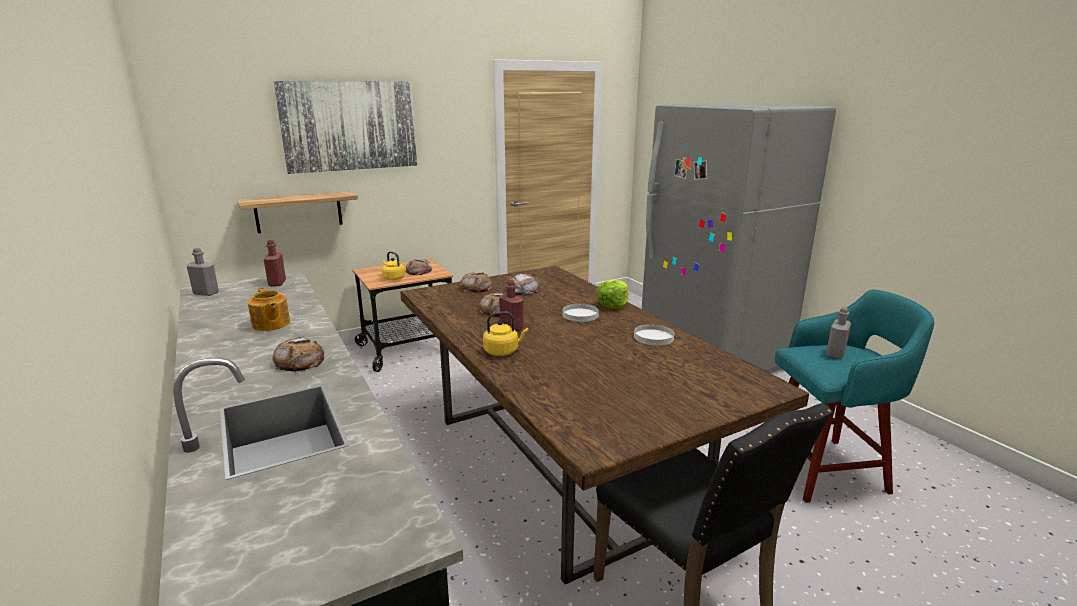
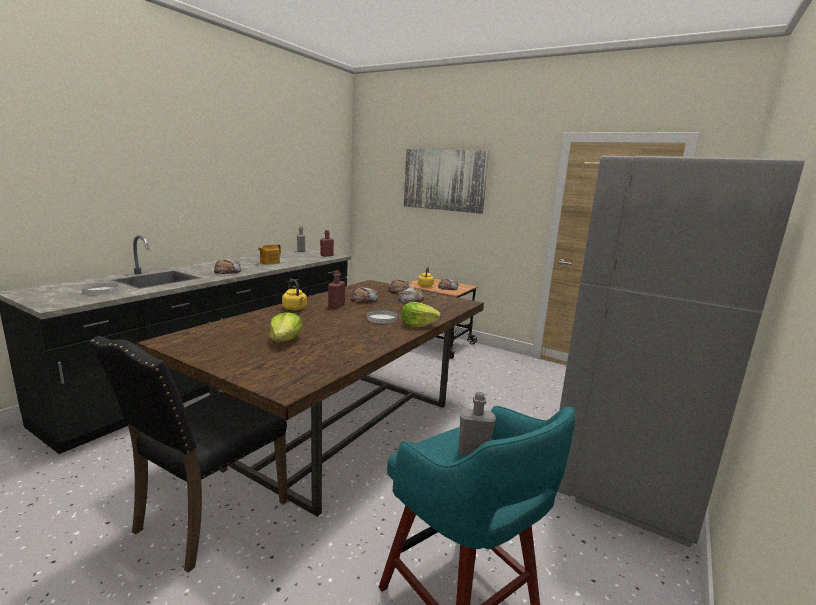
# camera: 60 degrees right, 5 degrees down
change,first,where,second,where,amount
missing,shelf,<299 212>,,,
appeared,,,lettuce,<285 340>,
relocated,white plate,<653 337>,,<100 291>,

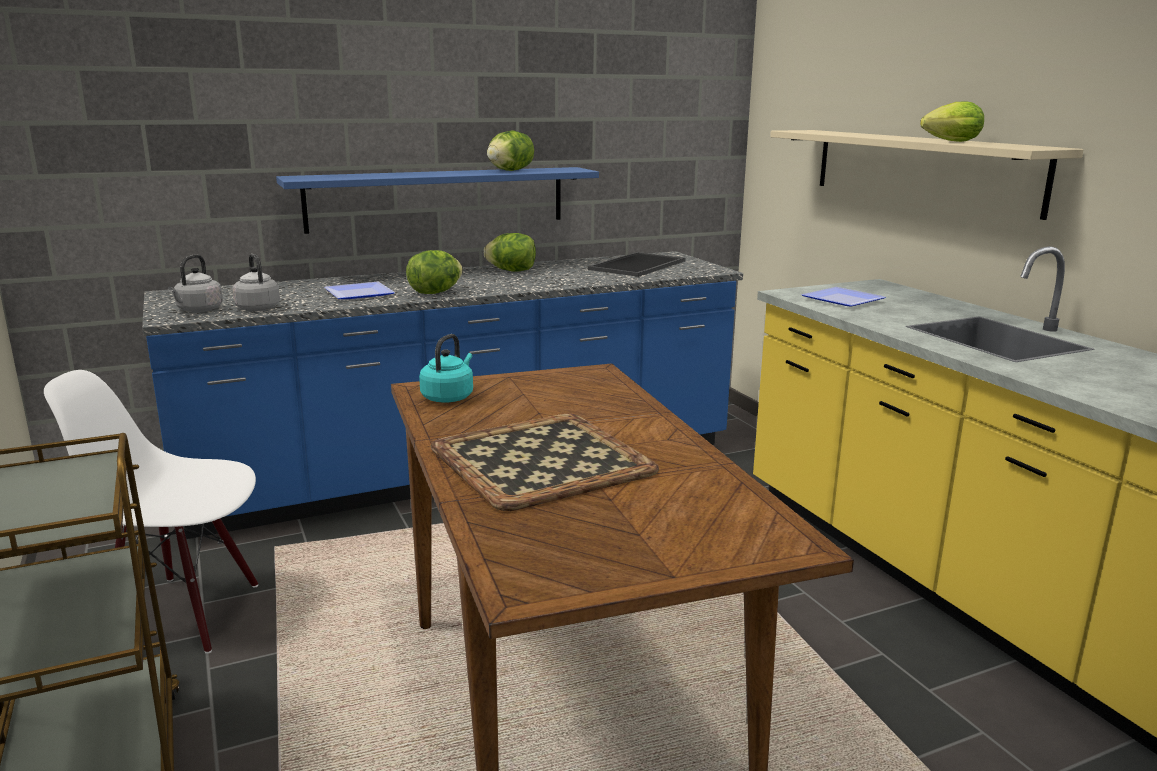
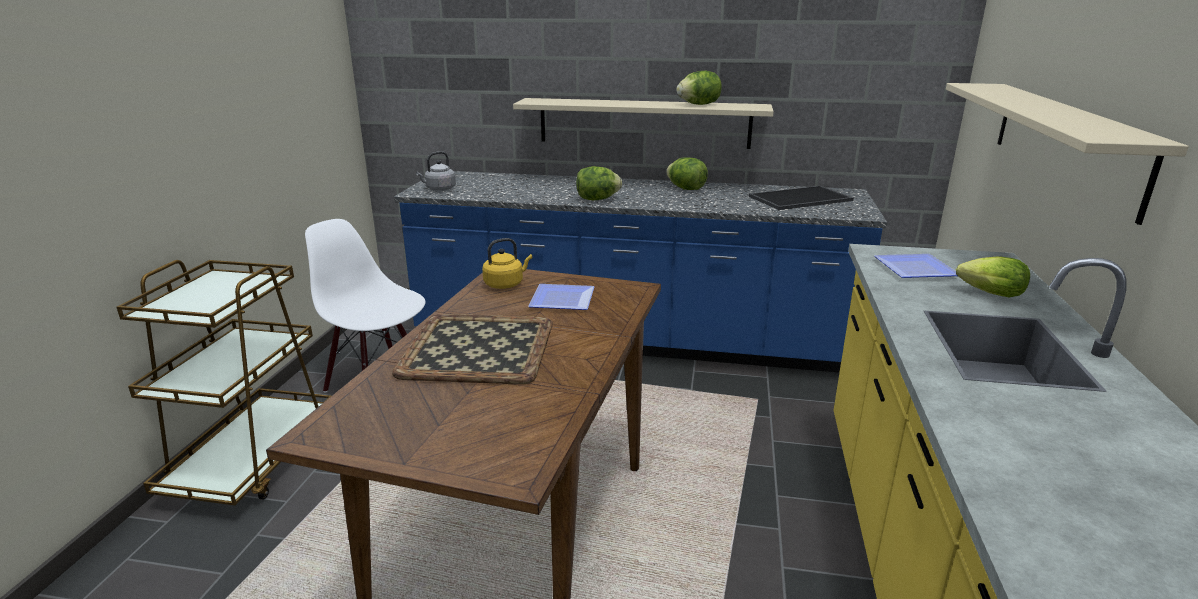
# camera: 35 degrees right, 5 degrees up
change,first,where,second,where,amount
missing,grey kettle,<257 307>,,,
relocated,plate,<361 293>,,<564 299>,
relocated,lettuce,<948 141>,,<987 293>,
colour,blue shelf,<438 198>,beige shelf,<644 123>,
colour,turquoise kettle,<449 397>,yellow kettle,<505 284>,

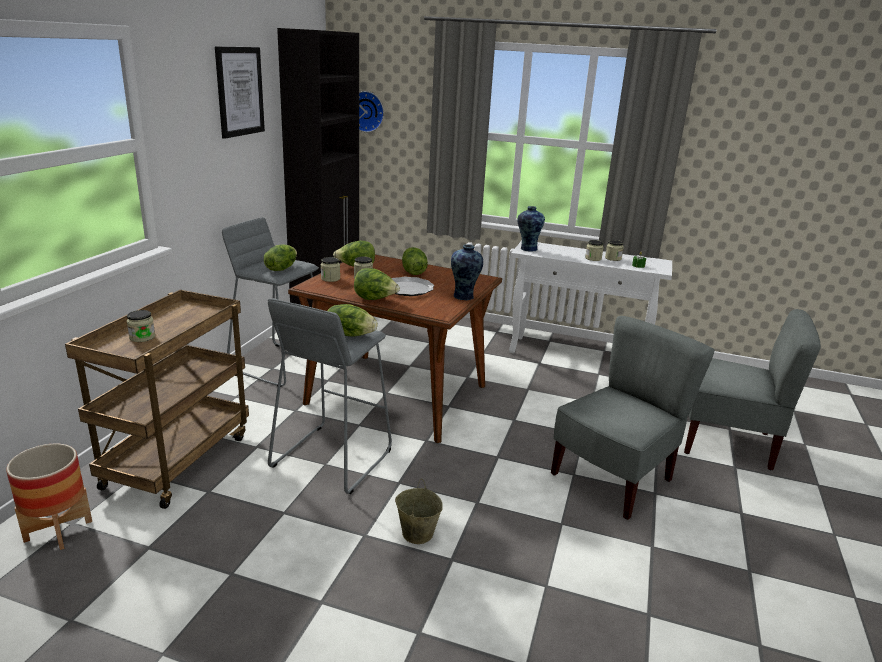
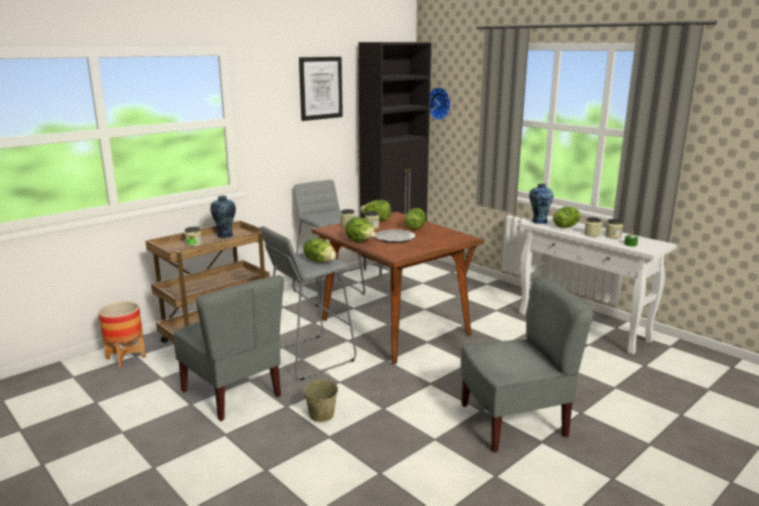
# camera: 30 degrees right, 5 degrees down
change,first,where,second,where,amount
relocated,lettuce,<281 268>,,<566 226>,
relocated,vase,<464 297>,,<225 236>,
relocated,grey chair,<727 442>,,<233 393>,

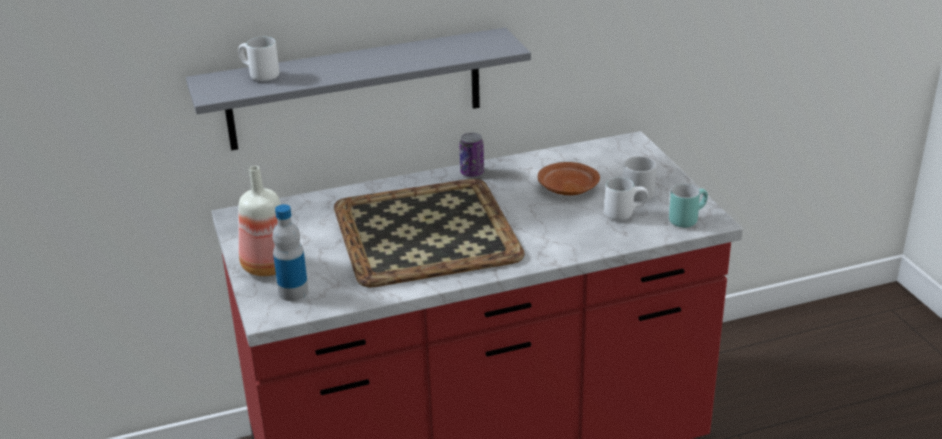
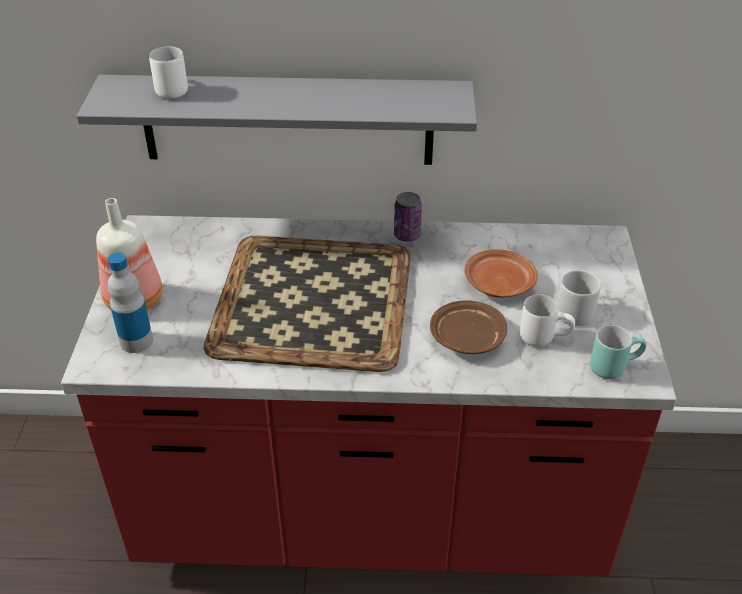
# camera: 20 degrees right, 10 degrees up
change,first,where,second,where,amount
appeared,,,brown plate,<466 338>,

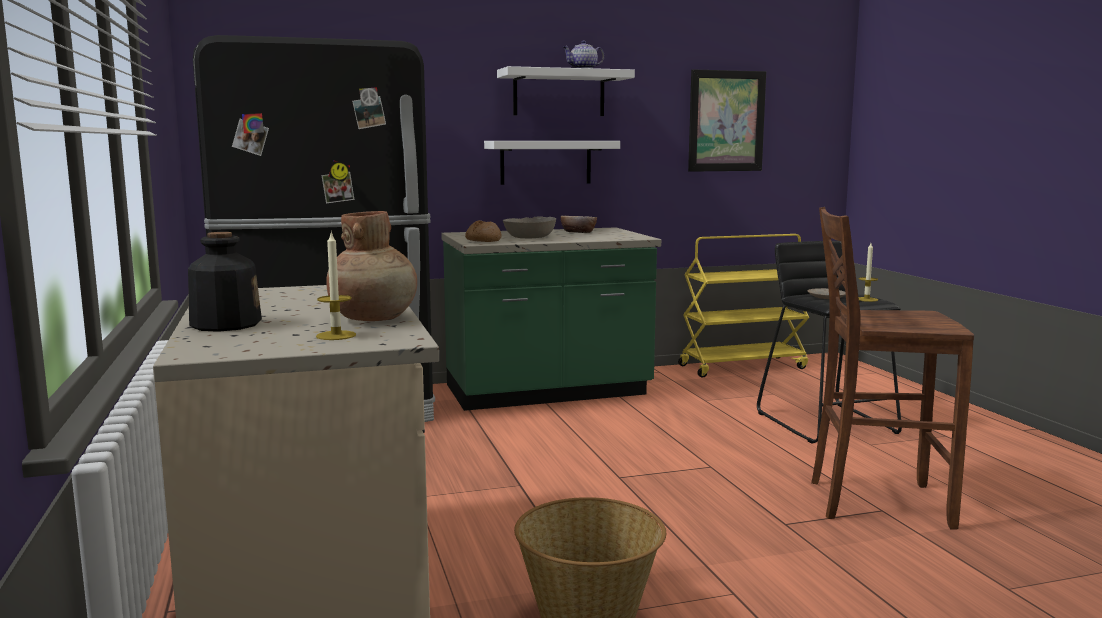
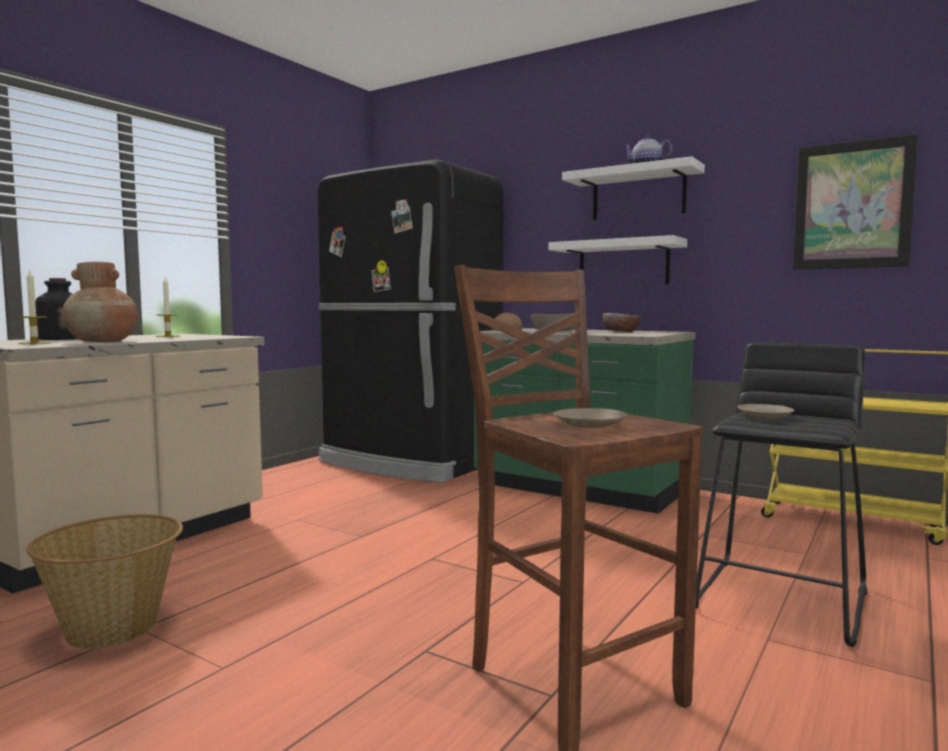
# camera: 50 degrees right, 5 degrees down
change,first,where,second,where,amount
appeared,,,beige plate,<590 425>,
relocated,candle,<866 299>,,<168 336>,

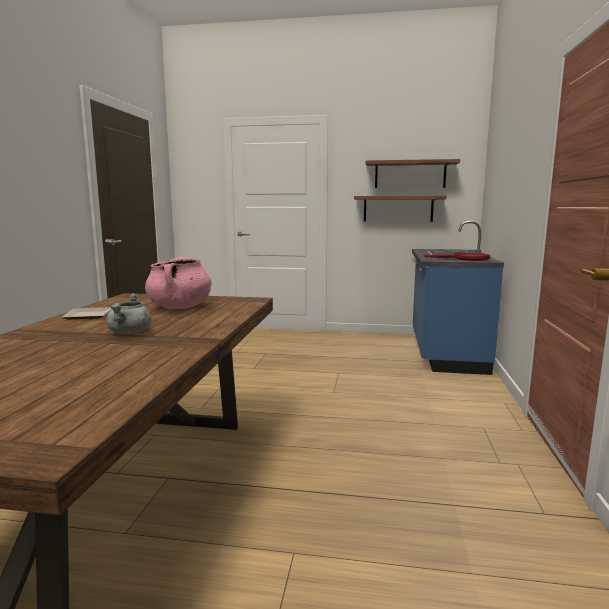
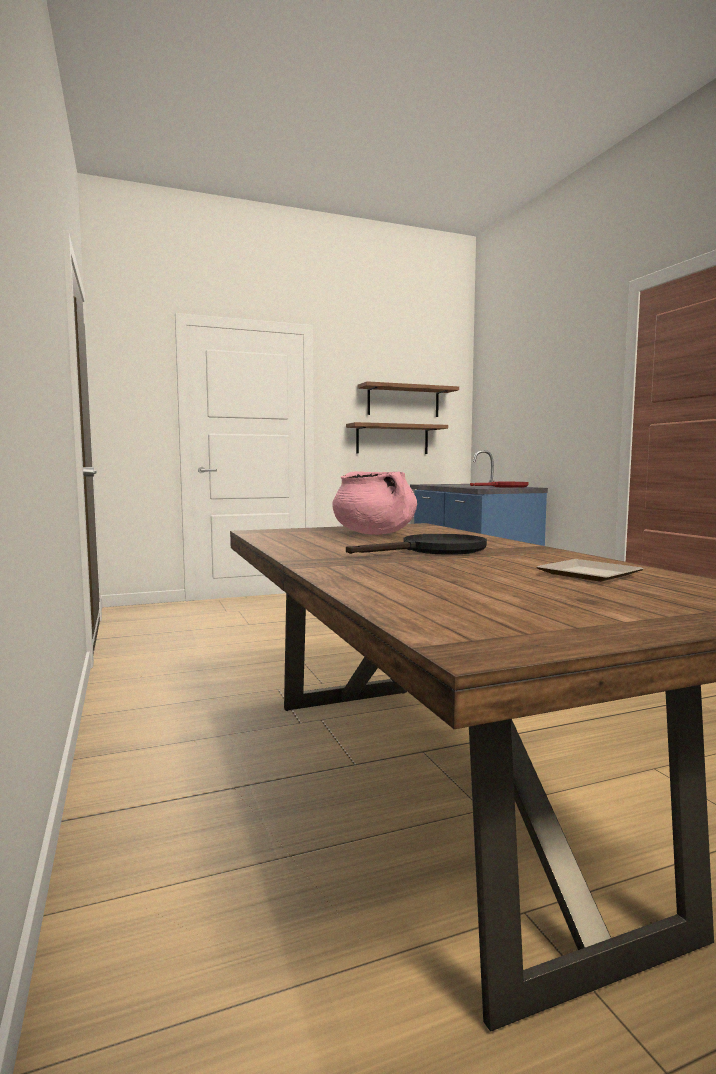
# camera: 30 degrees left, 5 degrees down
change,first,where,second,where,amount
relocated,plate,<89 316>,,<592 574>,
exchanged,grey cooking pot,<130 332>,black frying pan,<434 550>,

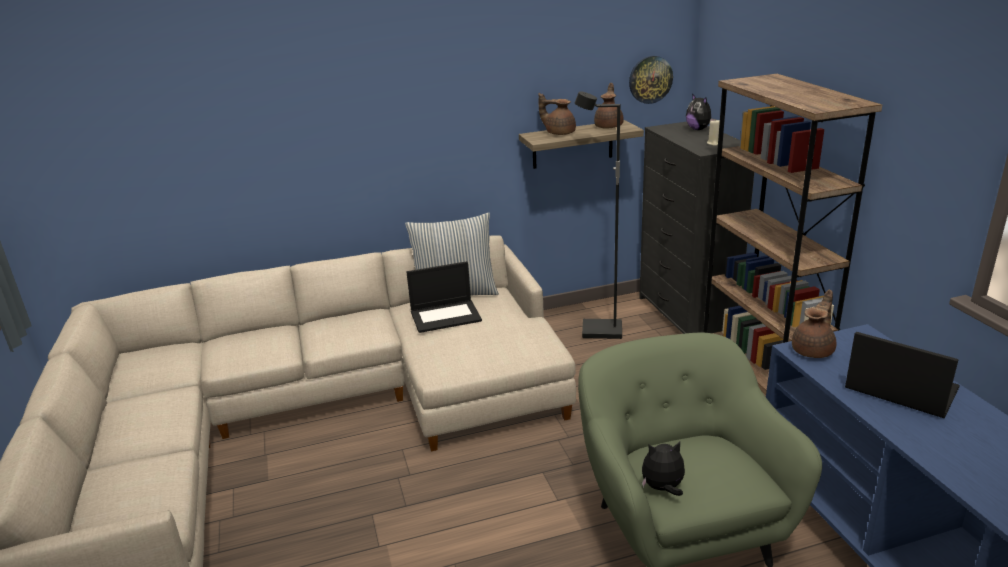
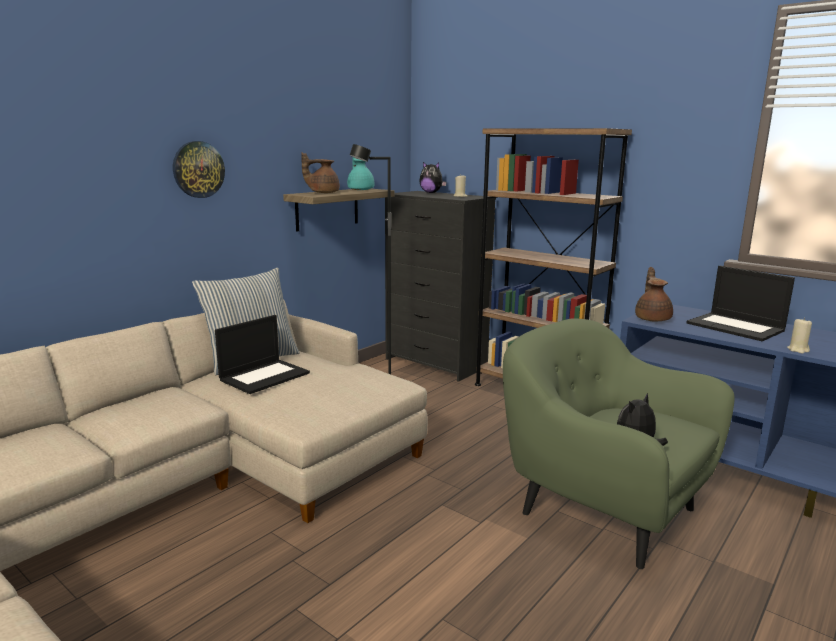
# camera: 35 degrees left, 10 degrees down
change,first,where,second,where,amount
appeared,,,beige candle,<798 350>,
relocated,wall clock,<650 79>,,<198 169>,
colour,brown teapot,<609 126>,turquoise teapot,<360 189>,
spun,laptop,<899 388>,,<736 327>,135 degrees counterclockwise

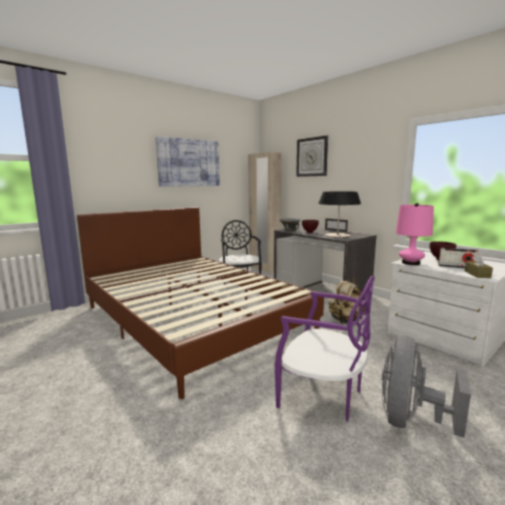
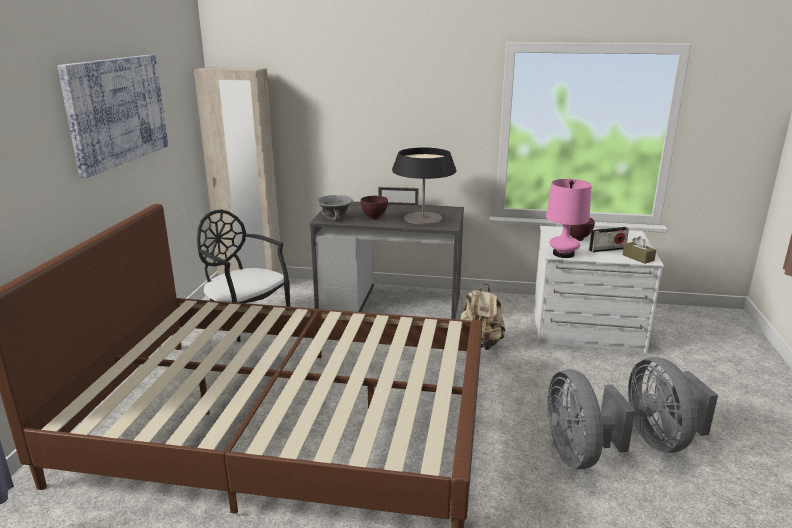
# camera: 40 degrees left, 10 degrees up
change,first,where,second,where,amount
missing,wall clock,<312 157>,,,
exchanged,purple chair,<323 395>,grey fan,<578 454>,

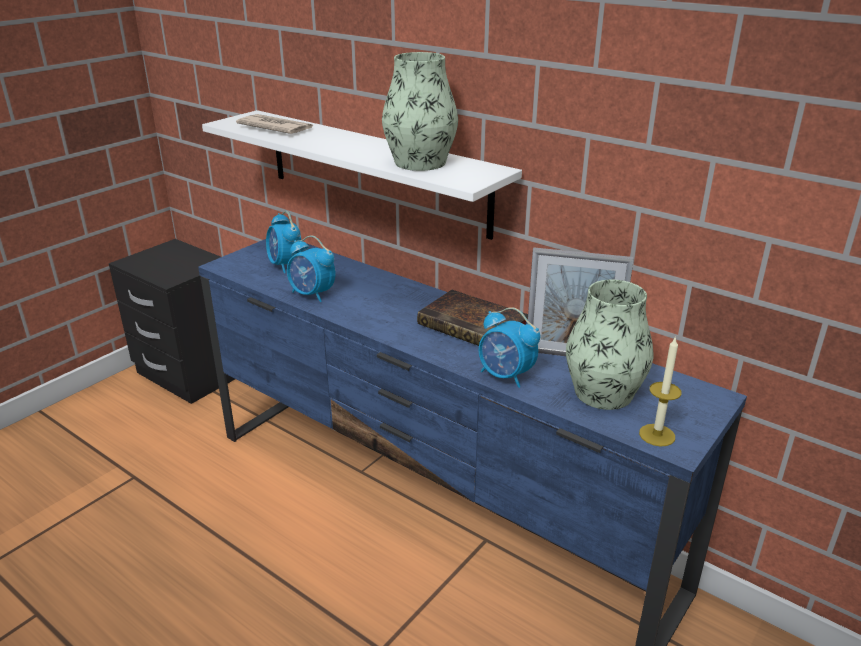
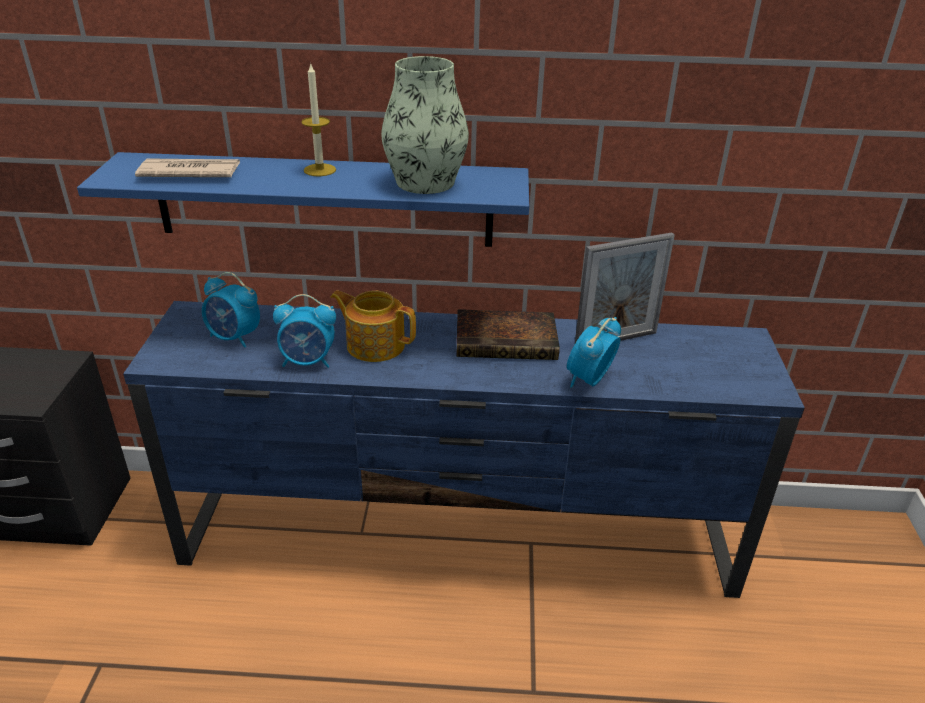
# camera: 35 degrees left, 5 degrees up
change,first,where,second,where,amount
missing,vase,<603 393>,,,
appeared,,,teapot,<375 345>,
relocated,candle,<657 435>,,<320 170>,
colour,white shelf,<374 171>,blue shelf,<324 200>,
spun,alarm clock,<506 376>,,<589 380>,120 degrees clockwise

